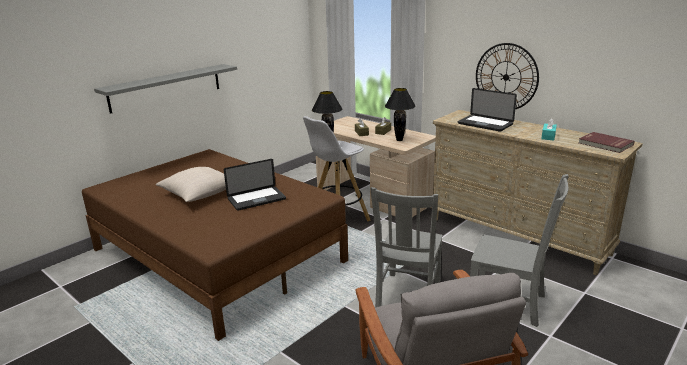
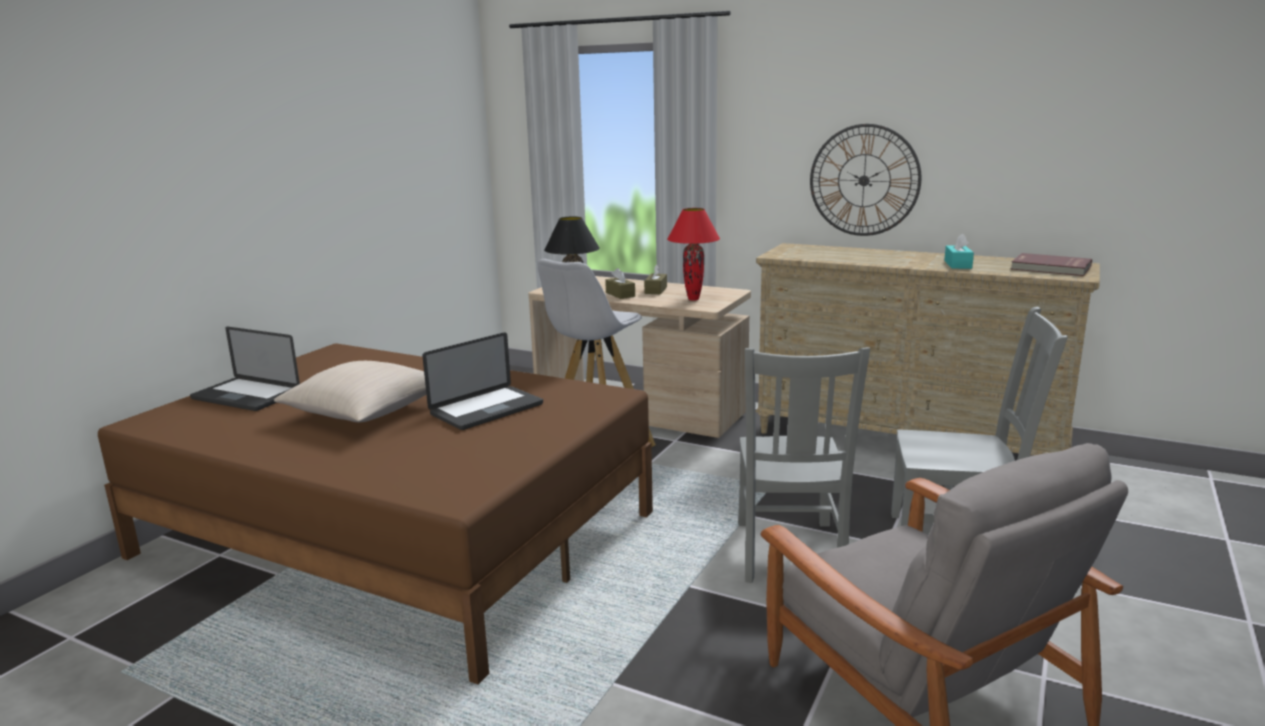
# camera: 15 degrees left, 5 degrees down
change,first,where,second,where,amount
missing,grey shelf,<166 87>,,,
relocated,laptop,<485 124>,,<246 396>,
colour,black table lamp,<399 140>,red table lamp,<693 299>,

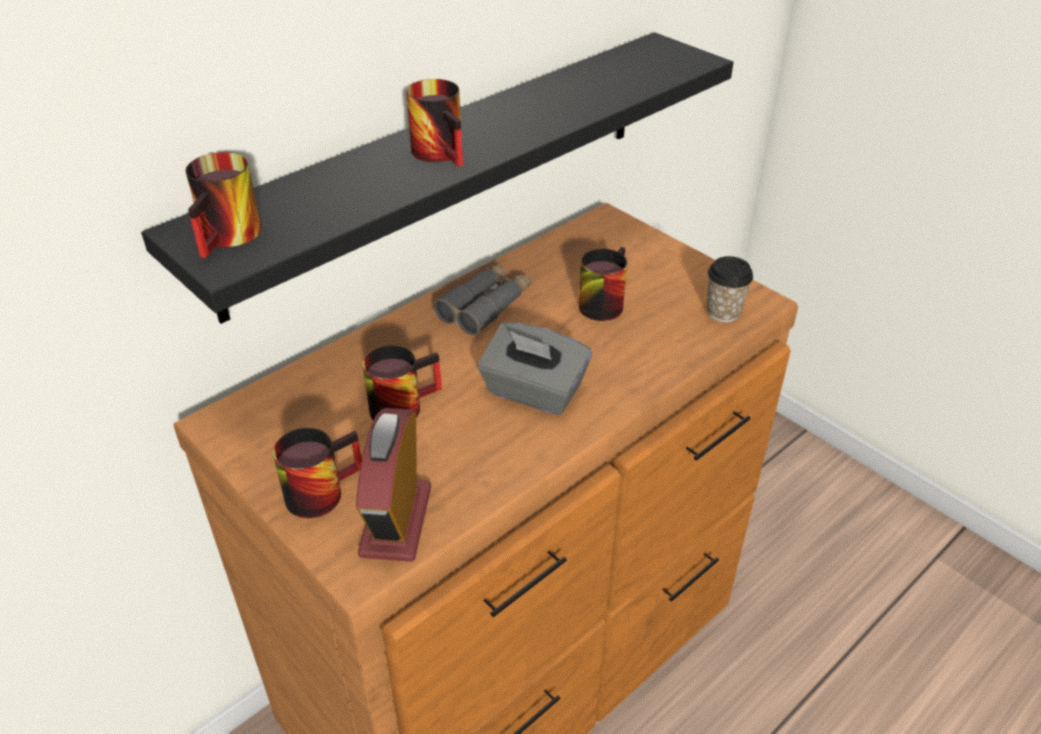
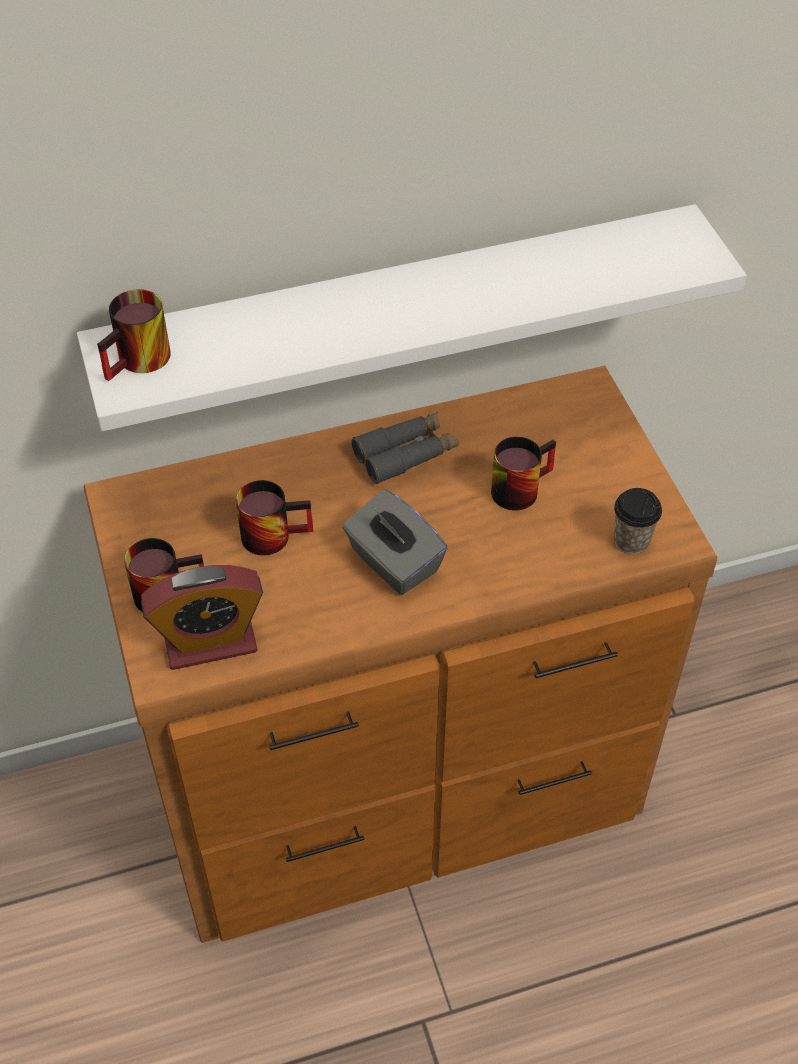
# camera: 25 degrees right, 10 degrees up
change,first,where,second,where,amount
missing,mug,<445 152>,,,
colour,black shelf,<445 166>,white shelf,<399 309>,
spun,alarm clock,<396 521>,,<210 642>,135 degrees counterclockwise

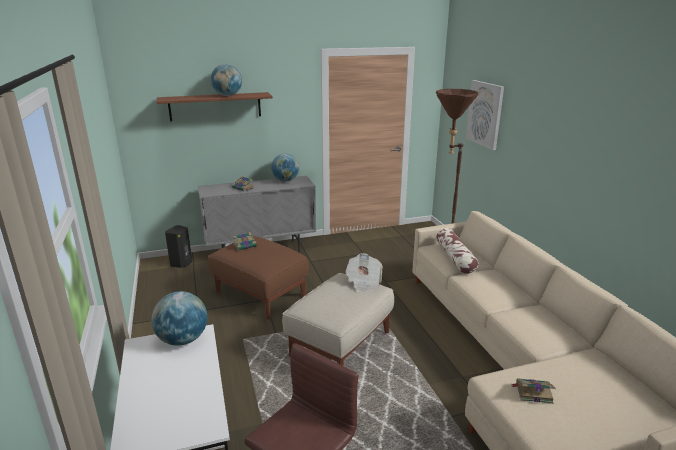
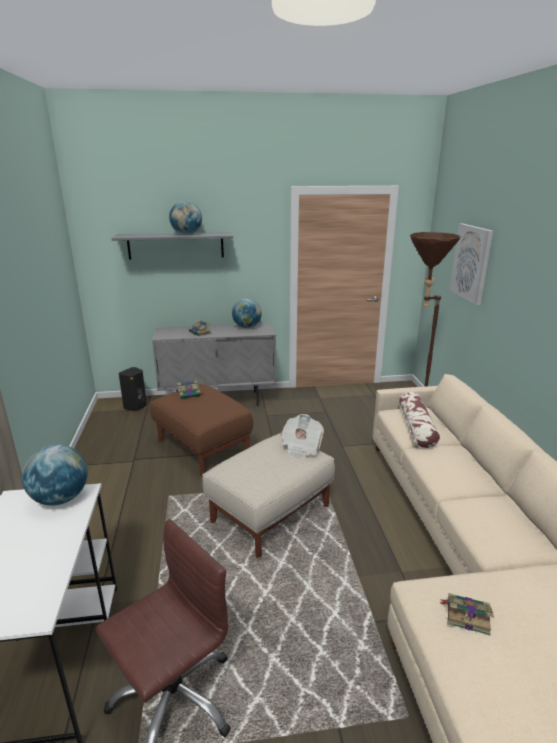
# camera: 10 degrees right, 0 degrees up
change,first,where,second,where,amount
colour,brown shelf,<215 106>,grey shelf,<176 245>,

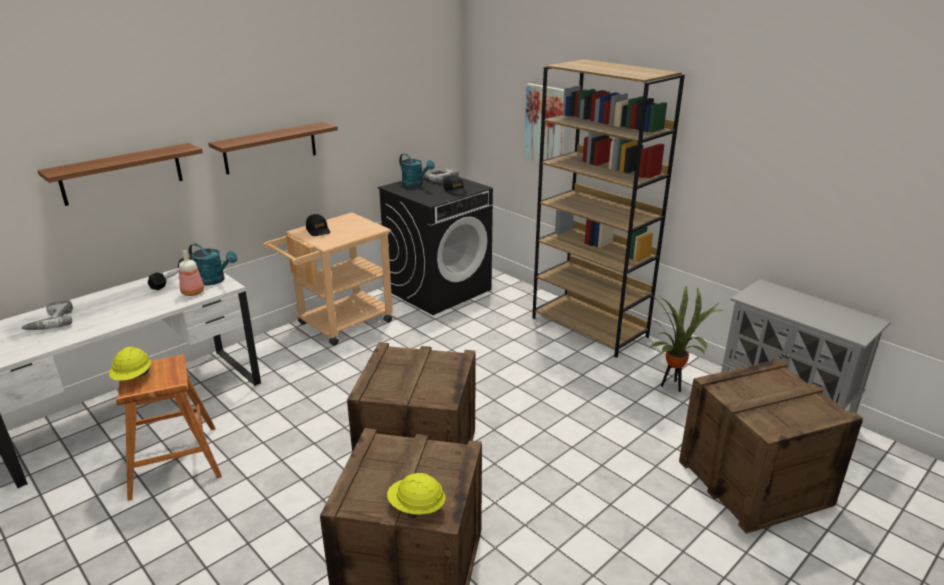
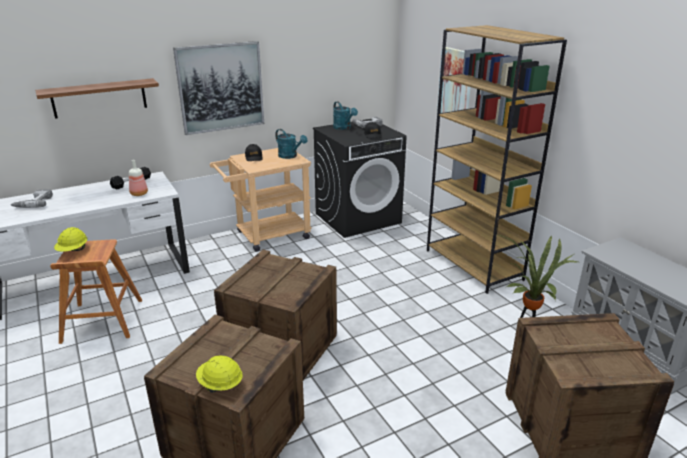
# camera: 15 degrees right, 0 degrees up
change,first,where,second,where,amount
relocated,turquoise watering can,<215 280>,,<290 156>,
exchanged,shelf,<270 148>,picture,<221 87>,

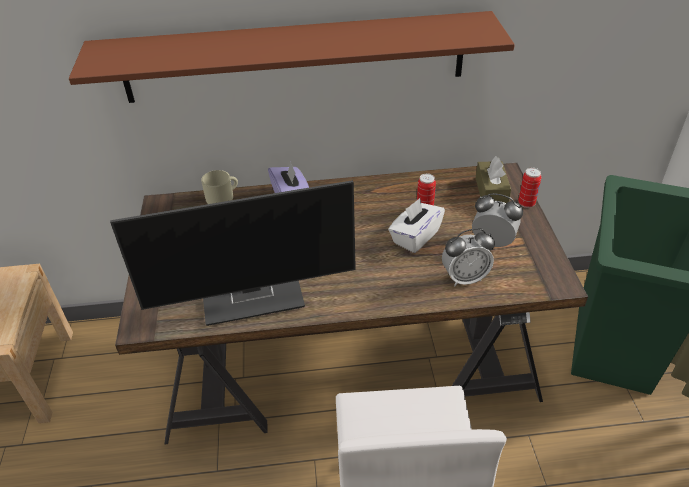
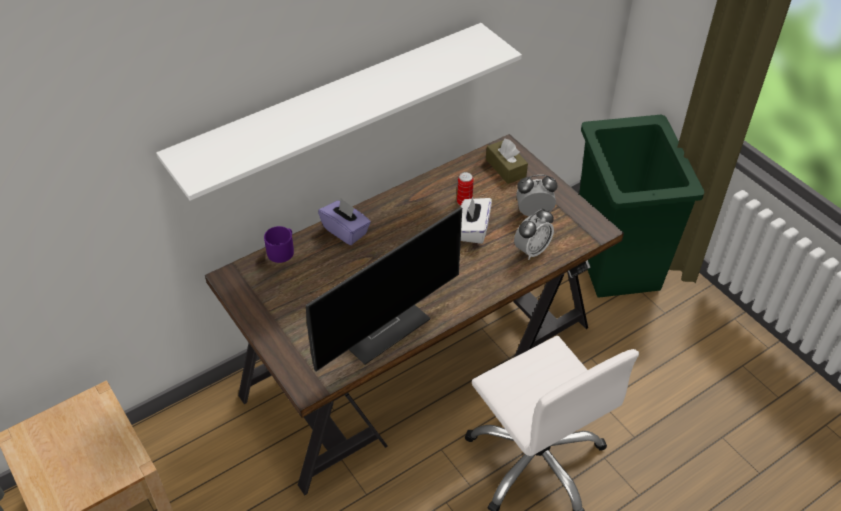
# camera: 30 degrees left, 5 degrees up
change,first,where,second,where,amount
missing,can,<526 203>,,,
colour,brown shelf,<294 57>,white shelf,<333 107>,
colour,beige mug,<223 197>,purple mug,<282 250>,

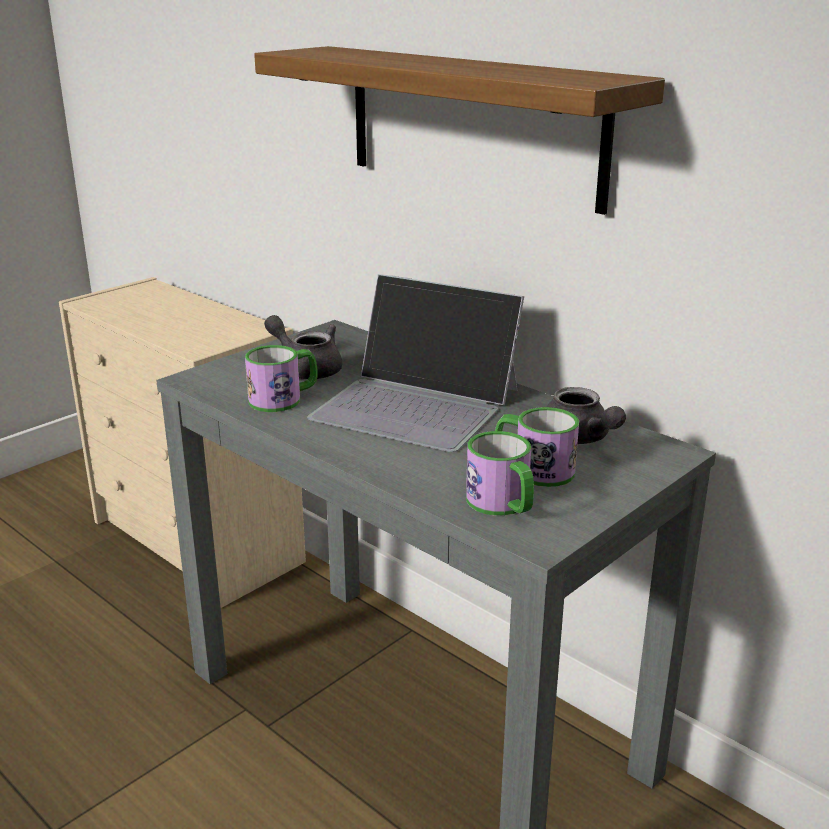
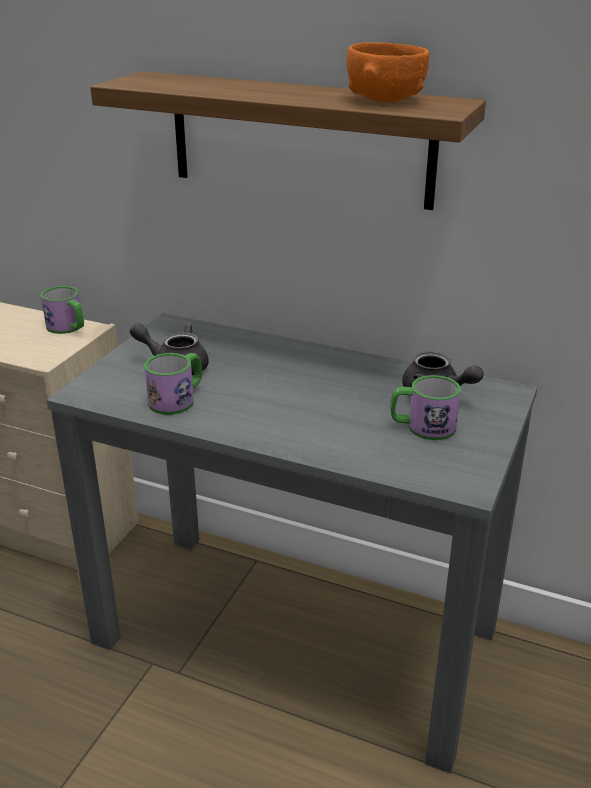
# camera: 20 degrees left, 5 degrees up
change,first,where,second,where,amount
missing,laptop,<418 403>,,,
appeared,,,orange bowl,<385 100>,
relocated,mug,<503 505>,,<68 328>,

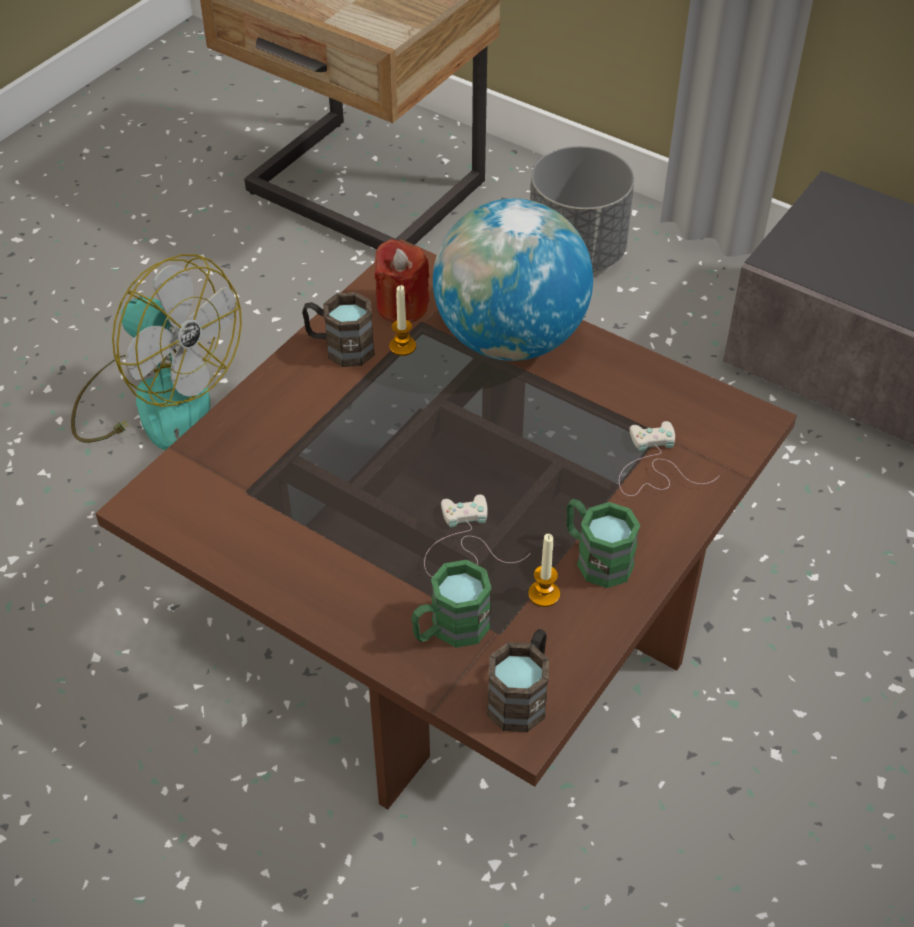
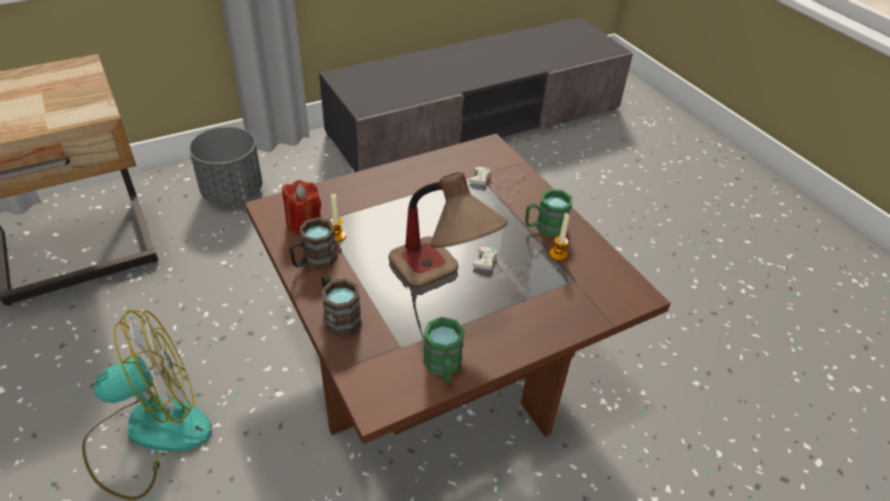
# camera: 65 degrees left, 5 degrees down
change,first,where,second,where,amount
missing,globe,<510 339>,,,
appeared,,,table lamp,<442 285>,
relocated,green mug,<449 629>,,<443 367>,
relocated,brown mug,<522 695>,,<338 315>,

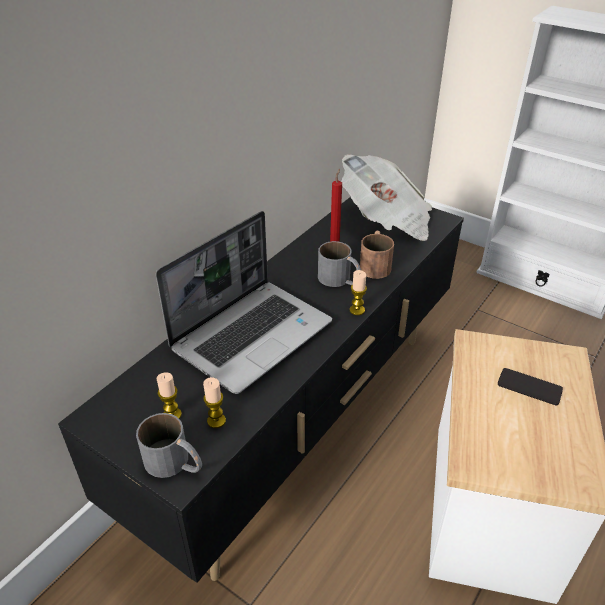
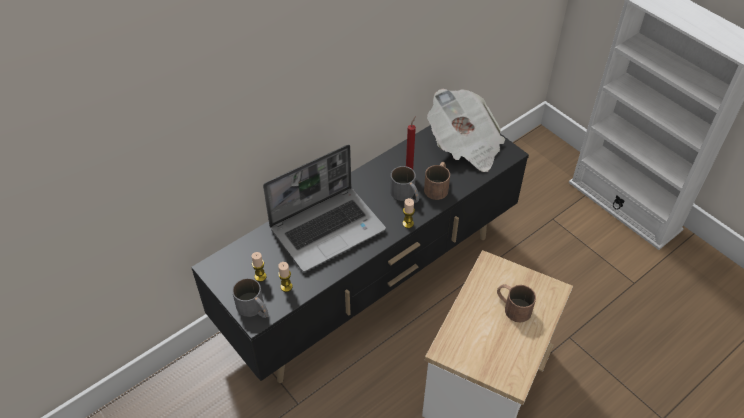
# camera: 15 degrees right, 10 degrees up
change,first,where,second,where,amount
exchanged,phone,<529 387>,brown mug,<512 307>,

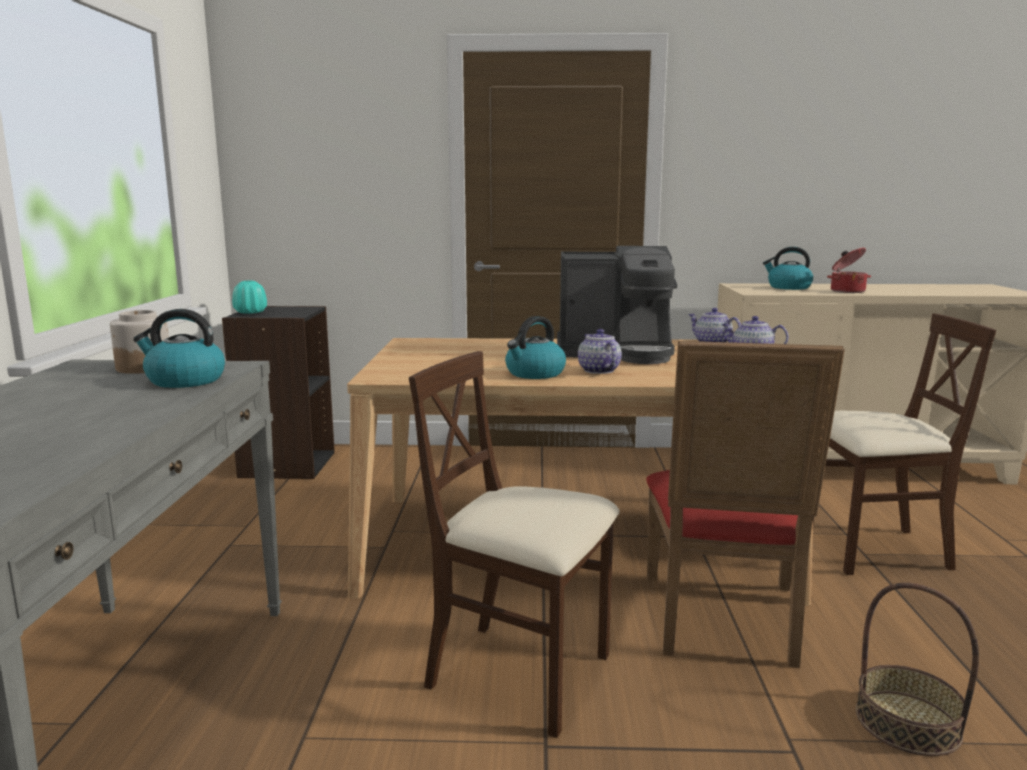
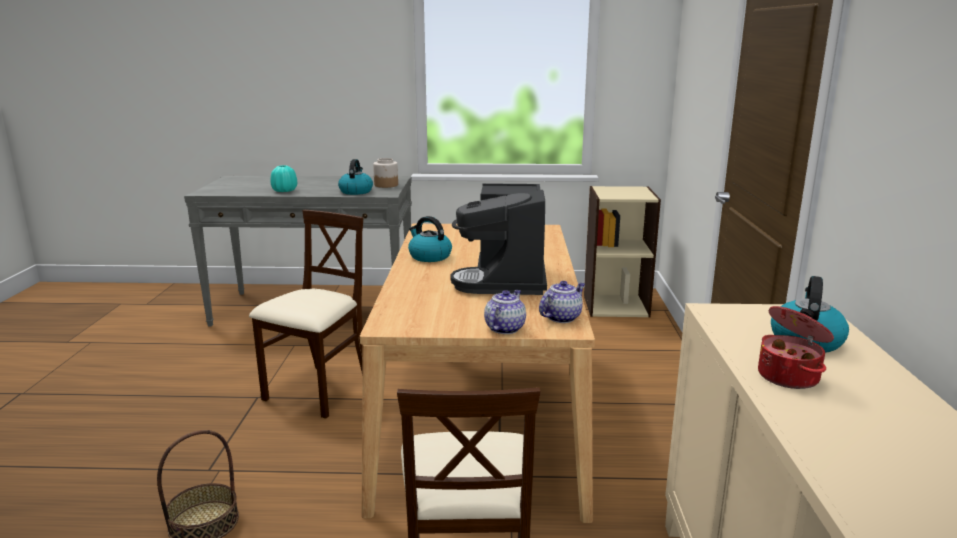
# camera: 90 degrees right, 5 degrees up
change,first,where,second,where,amount
missing,teapot,<598 370>,,,
missing,red chair,<723 623>,,,
relocated,turquoise vase,<250 312>,,<284 190>,
colour,black bookcase,<286 464>,beige bookcase,<615 305>,

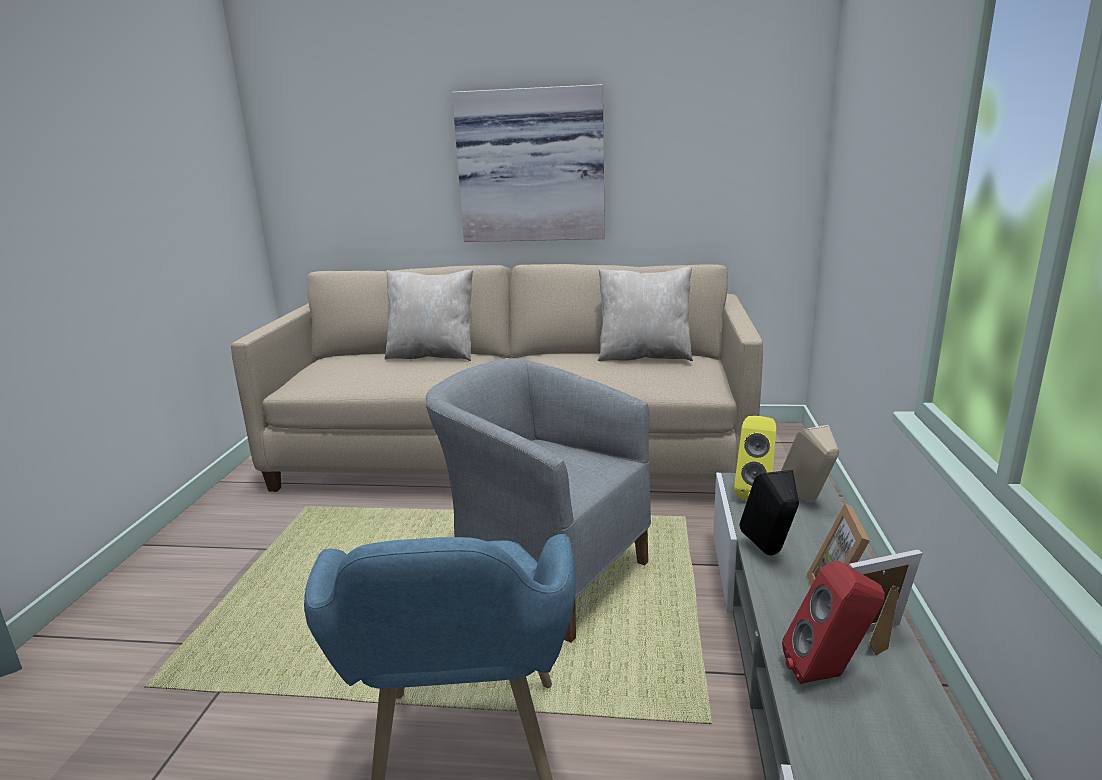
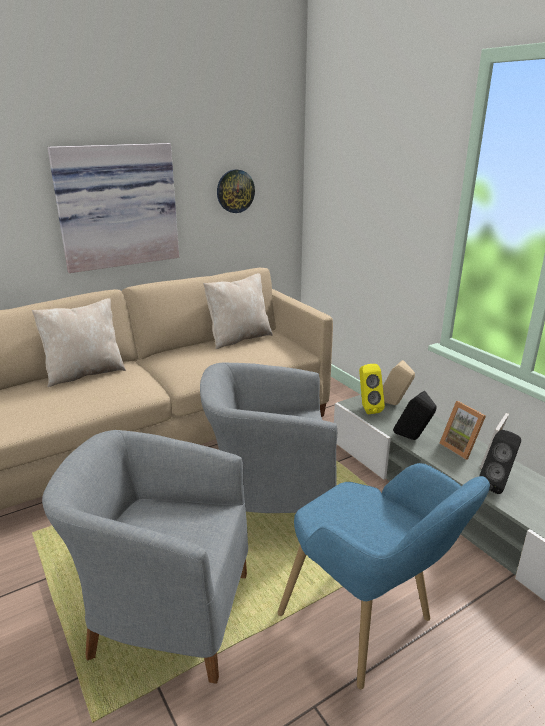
# camera: 40 degrees left, 5 degrees up
change,first,where,second,where,amount
appeared,,,grey armchair,<164 612>,
appeared,,,wall clock,<235 191>,
colour,red speaker,<828 674>,black speaker,<498 485>,

